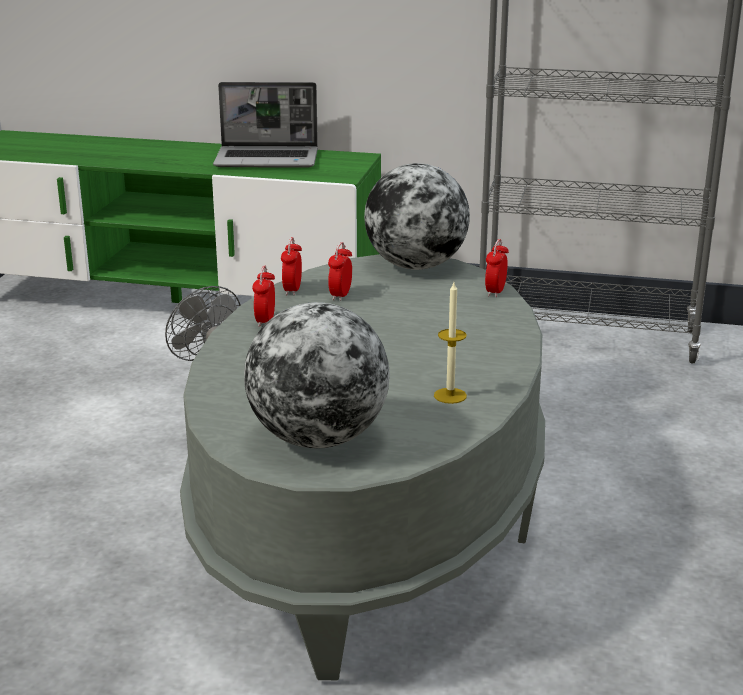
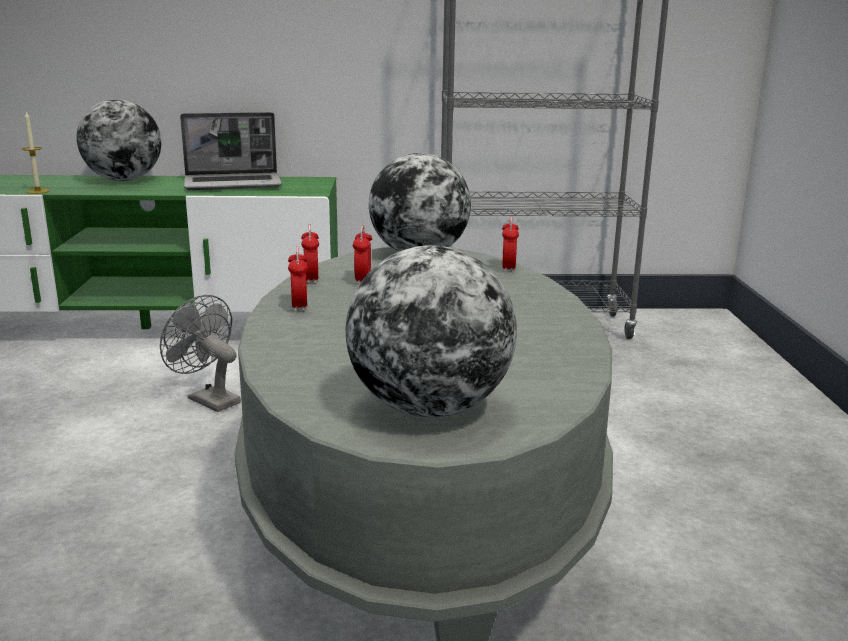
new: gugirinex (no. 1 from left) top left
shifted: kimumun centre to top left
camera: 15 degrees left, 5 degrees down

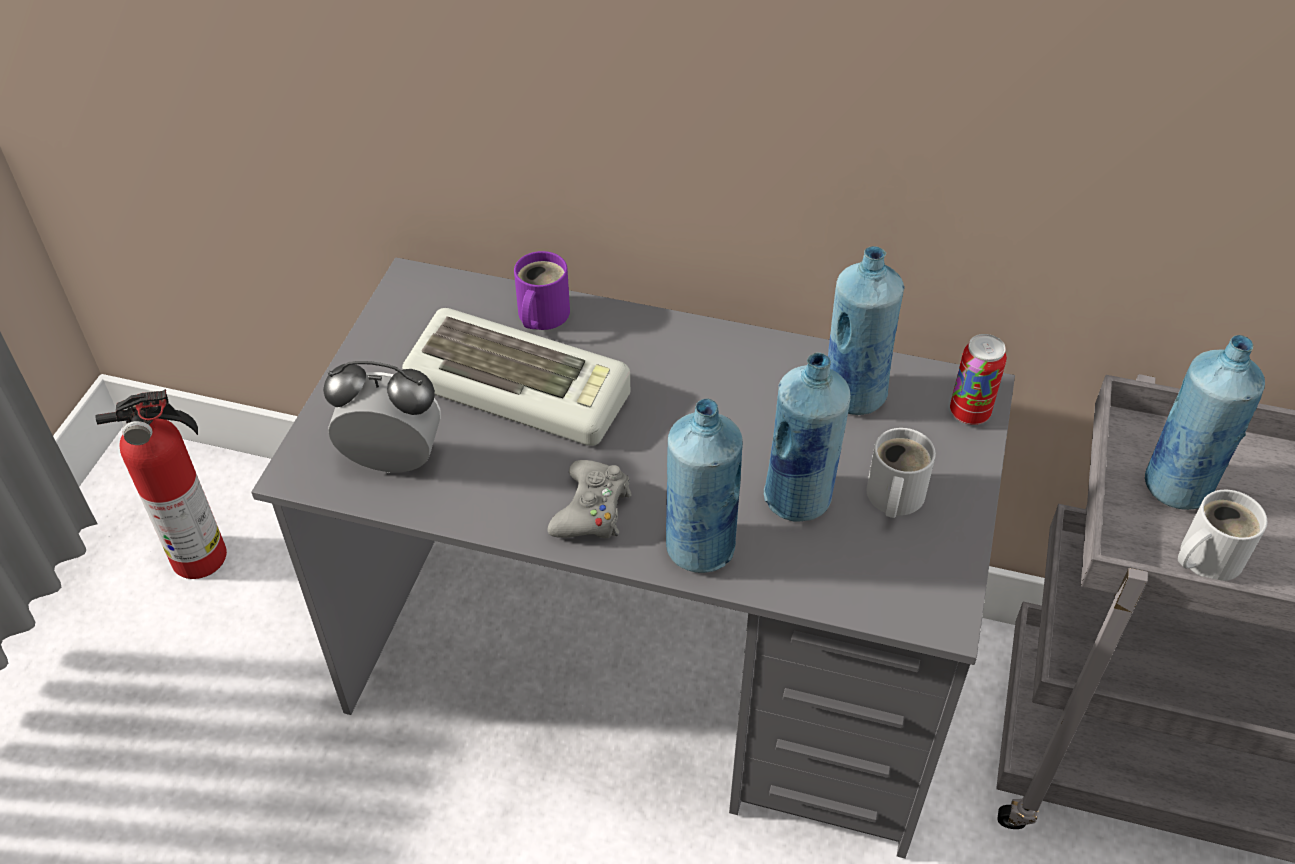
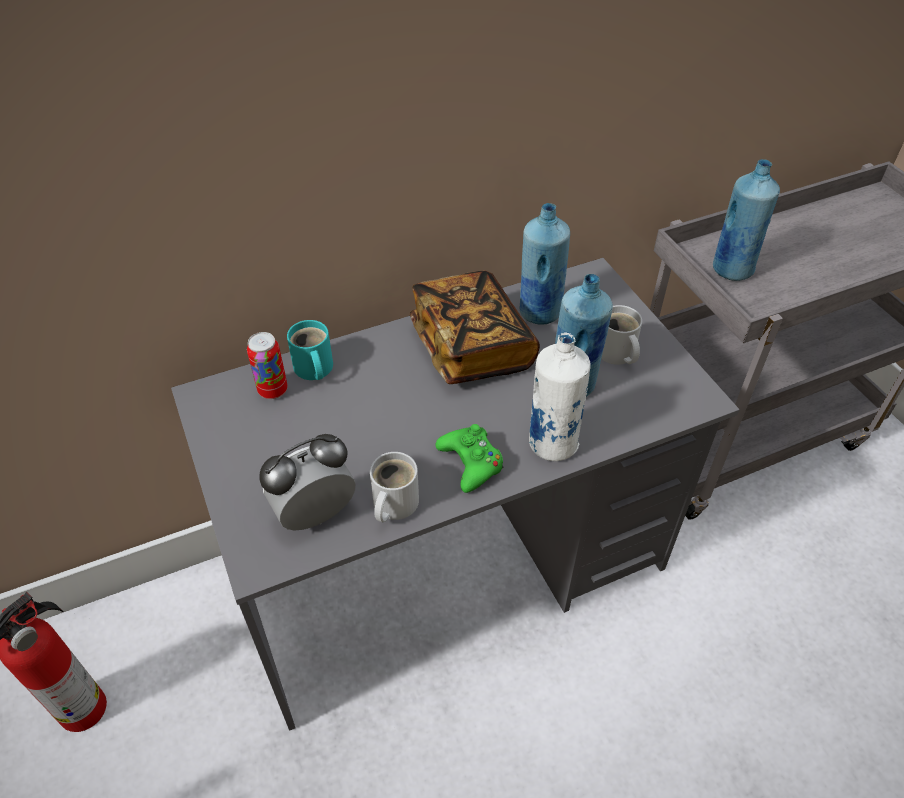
gone: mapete centre
new: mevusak centre
shifted: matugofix middle right to middle left; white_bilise (no. 2 from left in the first image) middle right to white_bilise (no. 1 from left) centre
repainted: purple_bilise centre to turquoise_bilise centre; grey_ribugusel centre to green_ribugusel centre; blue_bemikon (no. 1 from left) centre to white_bemikon centre
camera: 40 degrees left, 0 degrees up

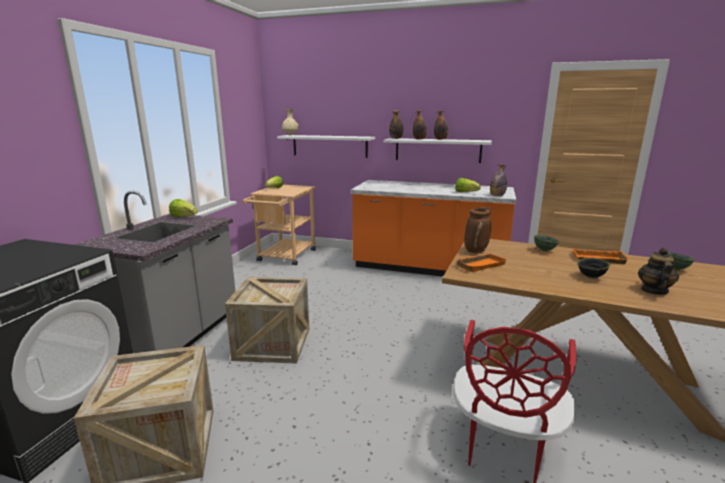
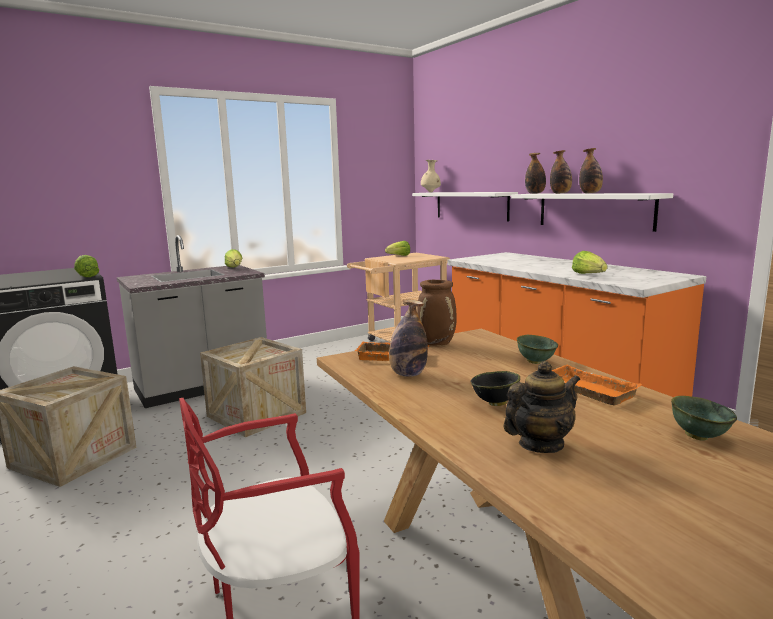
new: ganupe (no. 1 from left) middle left
shifted: bemikon (no. 4 from left in the first image) middle right to bemikon (no. 1 from left) centre
camera: 40 degrees right, 5 degrees down

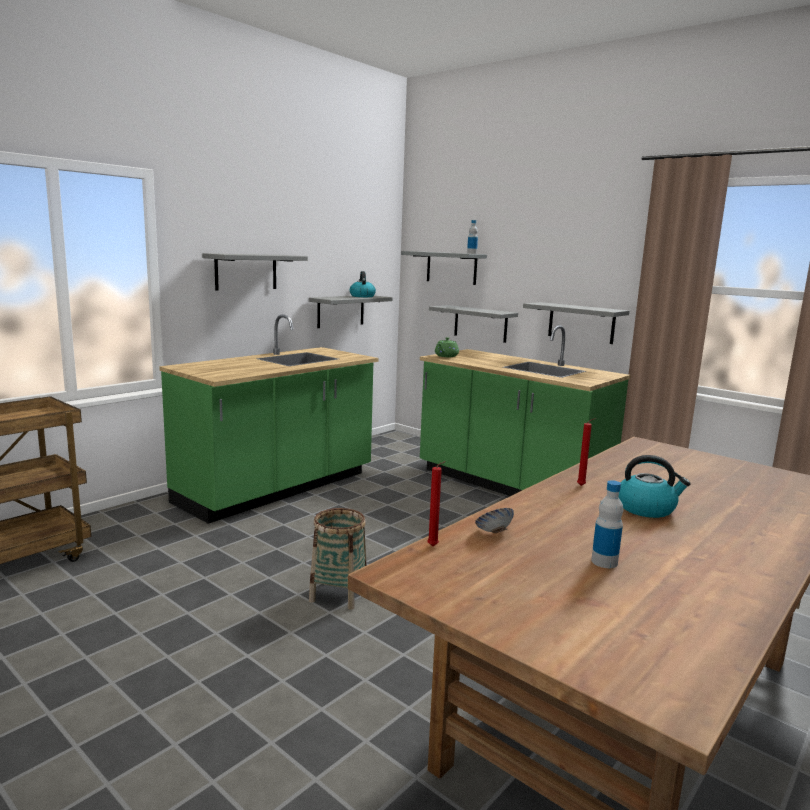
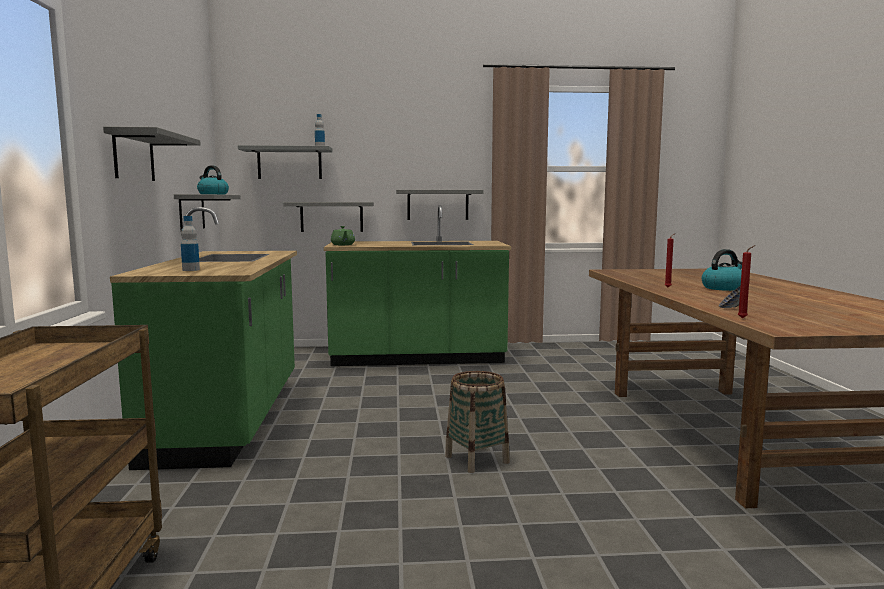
shifted: bemikon (no. 2 from left in the first image) middle right to bemikon (no. 1 from left) middle left
camera: 45 degrees left, 5 degrees down

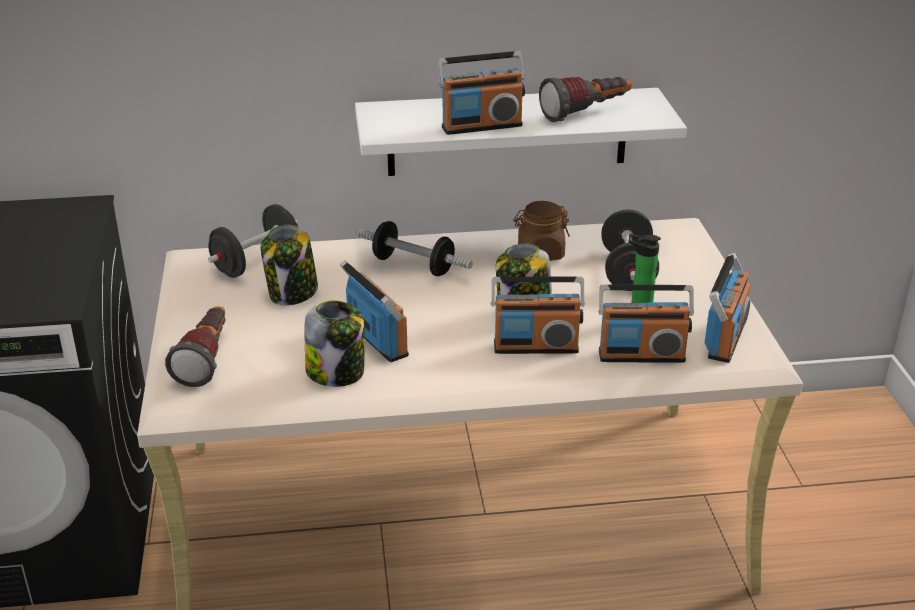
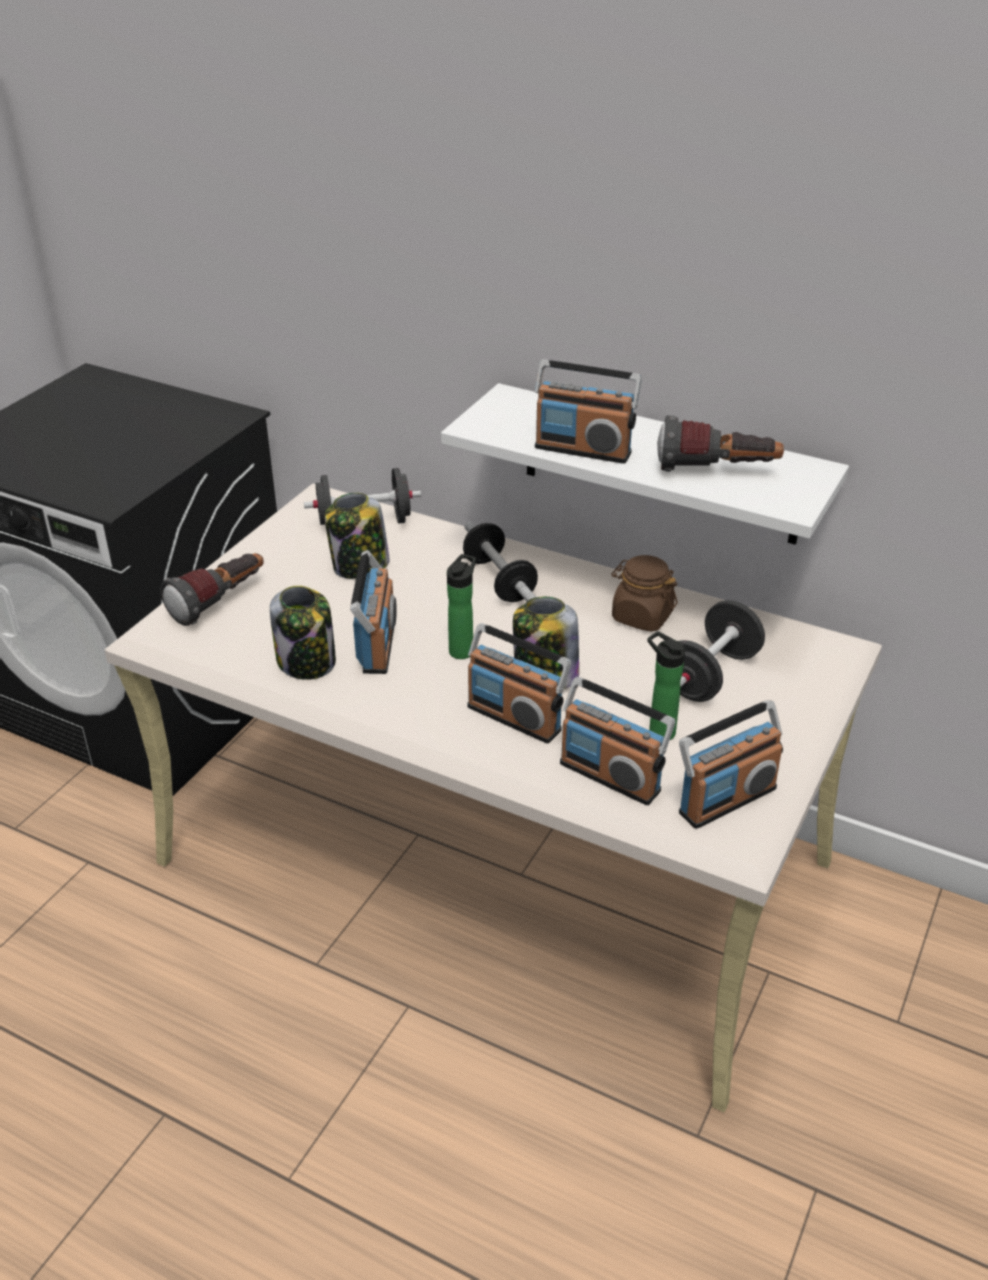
new: bemikon (no. 1 from left) centre
camera: 35 degrees right, 5 degrees up

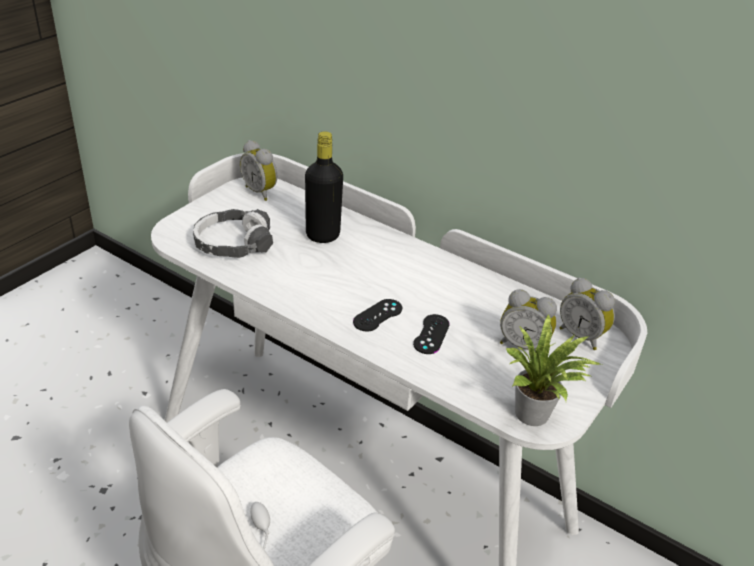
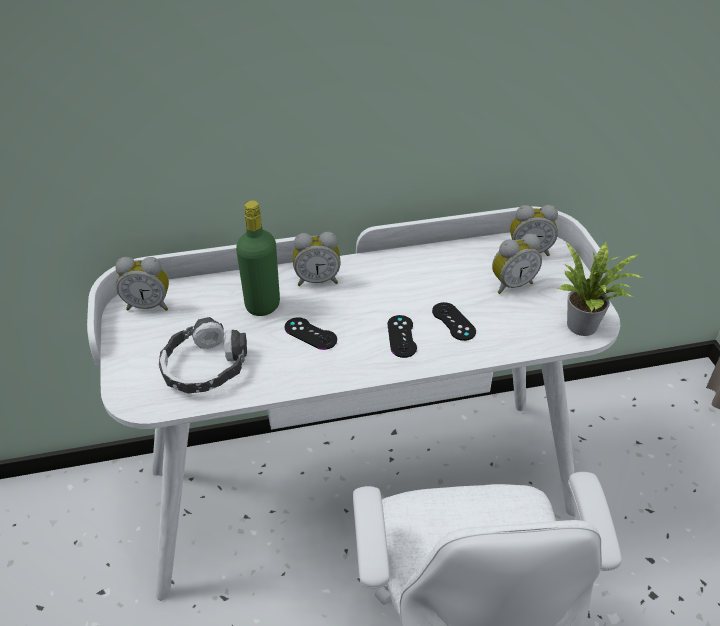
new: black_ribugusel (no. 1 from left) centre; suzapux (no. 2 from left) centre
repainted: black_bemikon top centre to green_bemikon centre
camera: 45 degrees left, 5 degrees up

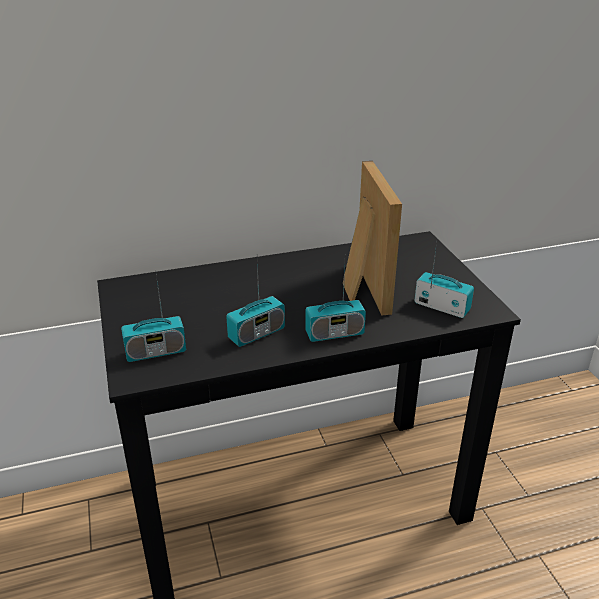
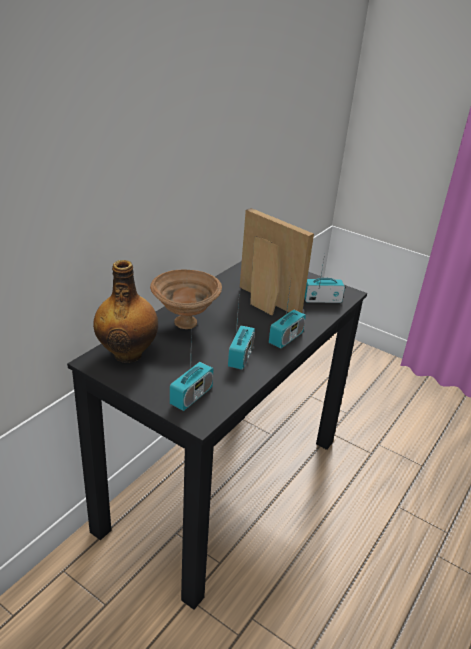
new: bemikon middle left; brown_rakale centre
camera: 40 degrees left, 0 degrees up

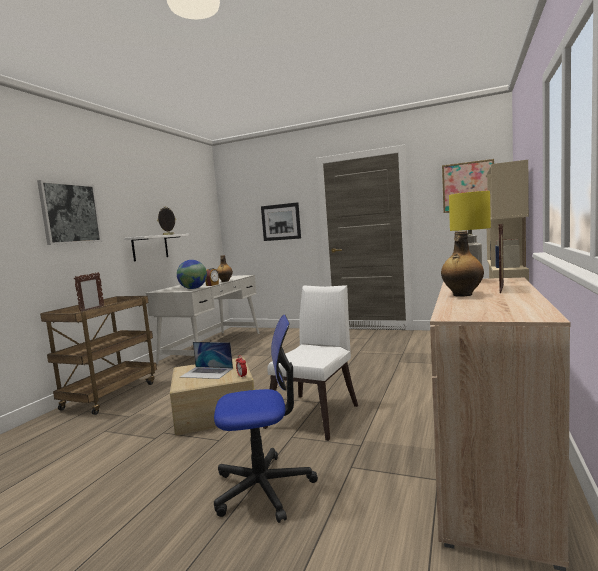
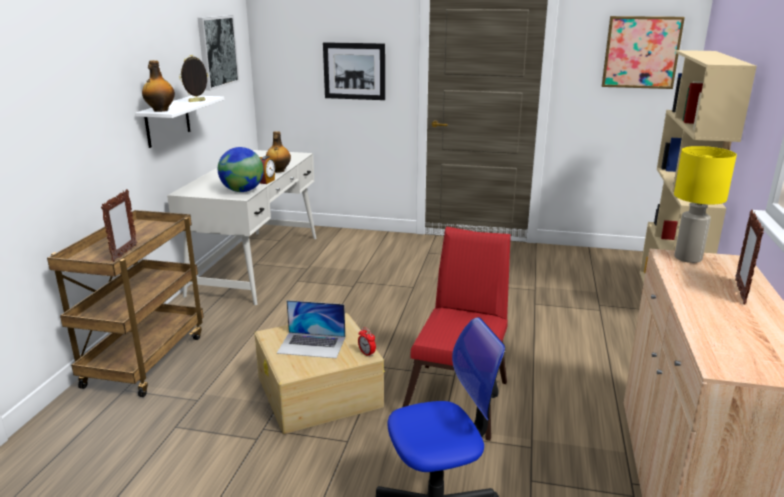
shifted: bemikon (no. 2 from left in the first image) middle right to bemikon (no. 1 from left) top left; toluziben (no. 1 from left) middle left to top left
repainted: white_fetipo centre to red_fetipo bottom centre
camera: 10 degrees left, 15 degrees up

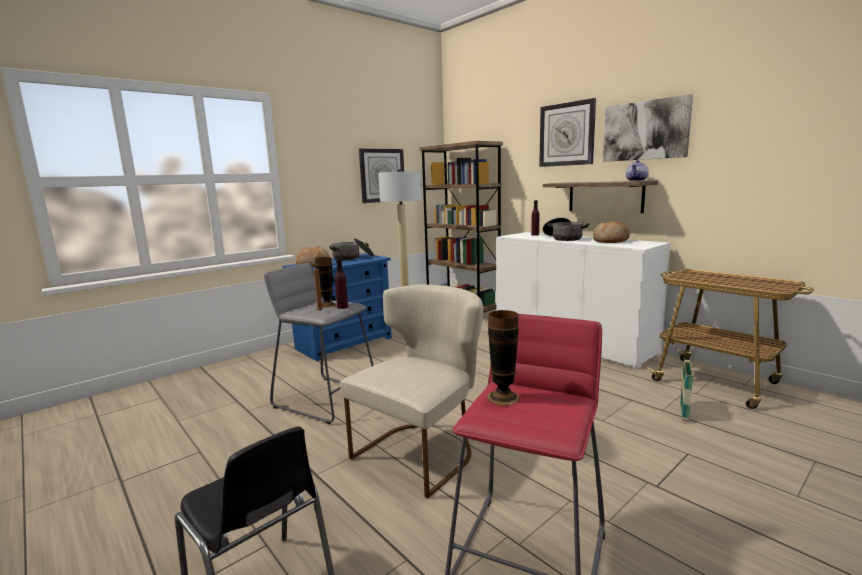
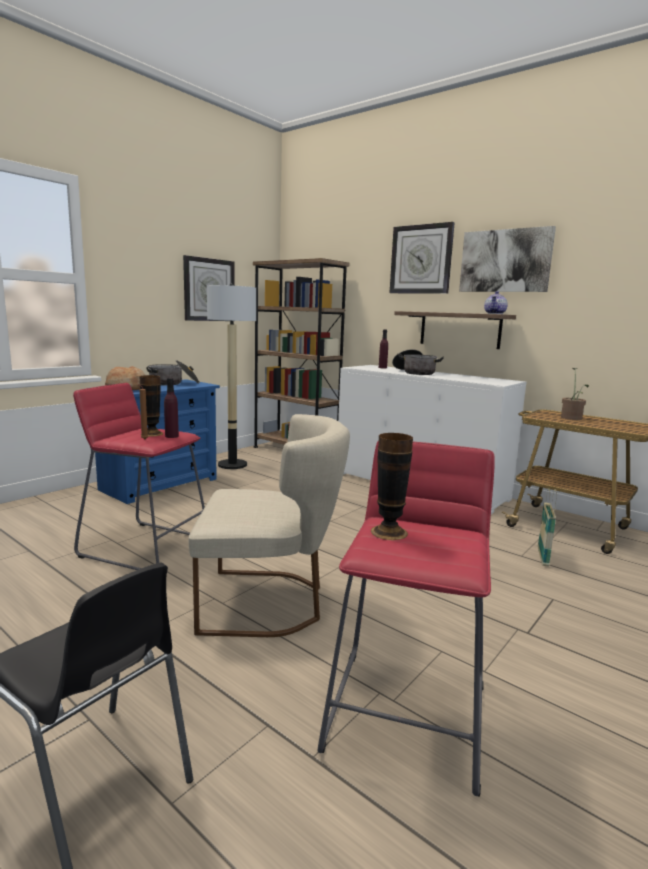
gone: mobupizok (no. 2 from left) middle right
new: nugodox middle right
repainted: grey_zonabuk centre to red_zonabuk (no. 1 from left) middle left
rotated: beige_fetipo bottom centre = centre 60 degrees clockwise
camera: 10 degrees left, 0 degrees up

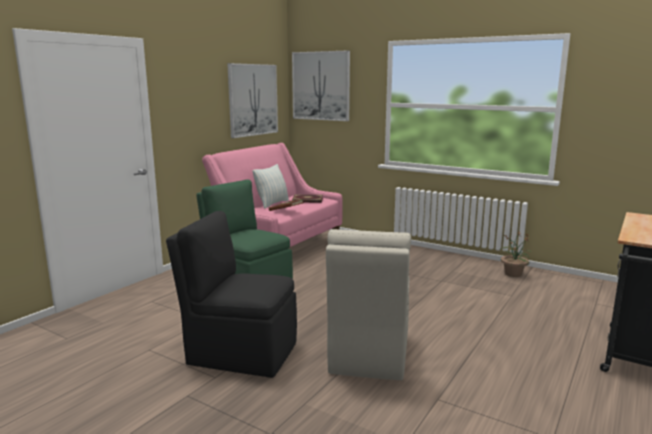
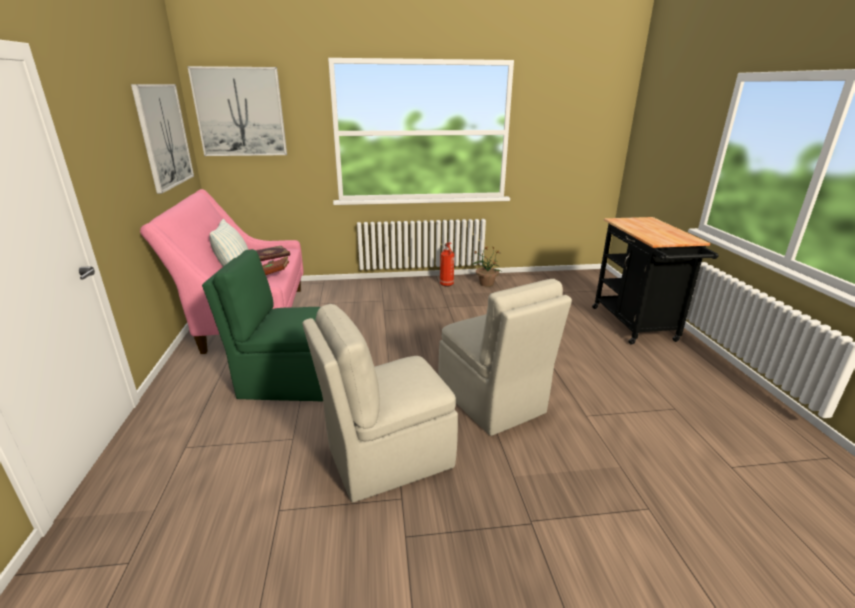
new: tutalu centre
repainted: black_fetipo bottom centre to beige_fetipo (no. 1 from left) centre
camera: 40 degrees left, 10 degrees up

